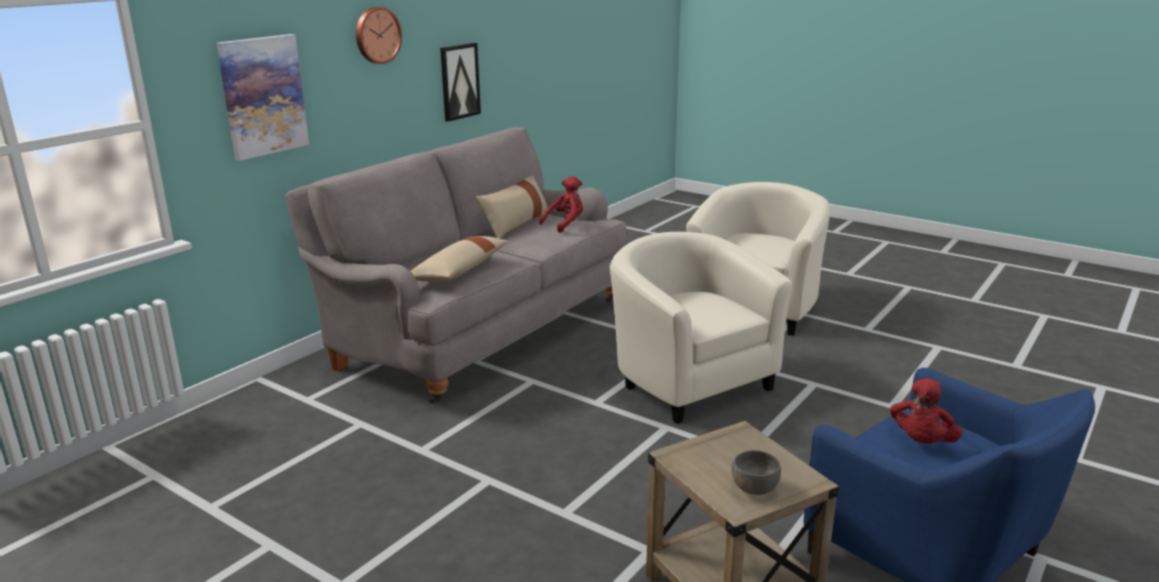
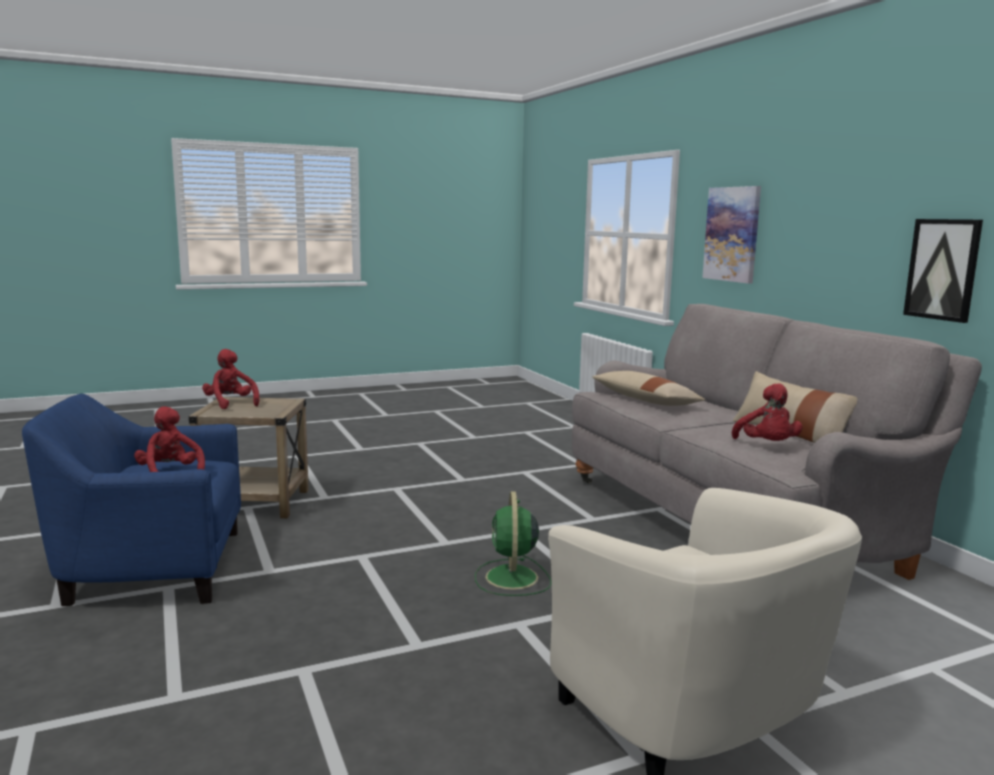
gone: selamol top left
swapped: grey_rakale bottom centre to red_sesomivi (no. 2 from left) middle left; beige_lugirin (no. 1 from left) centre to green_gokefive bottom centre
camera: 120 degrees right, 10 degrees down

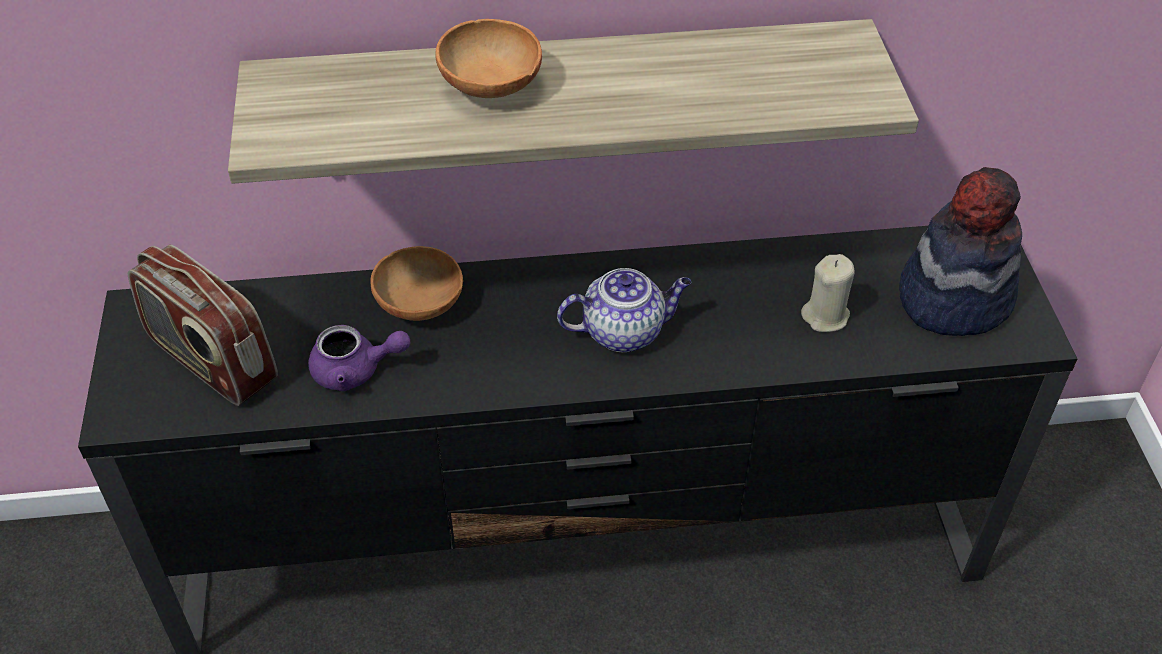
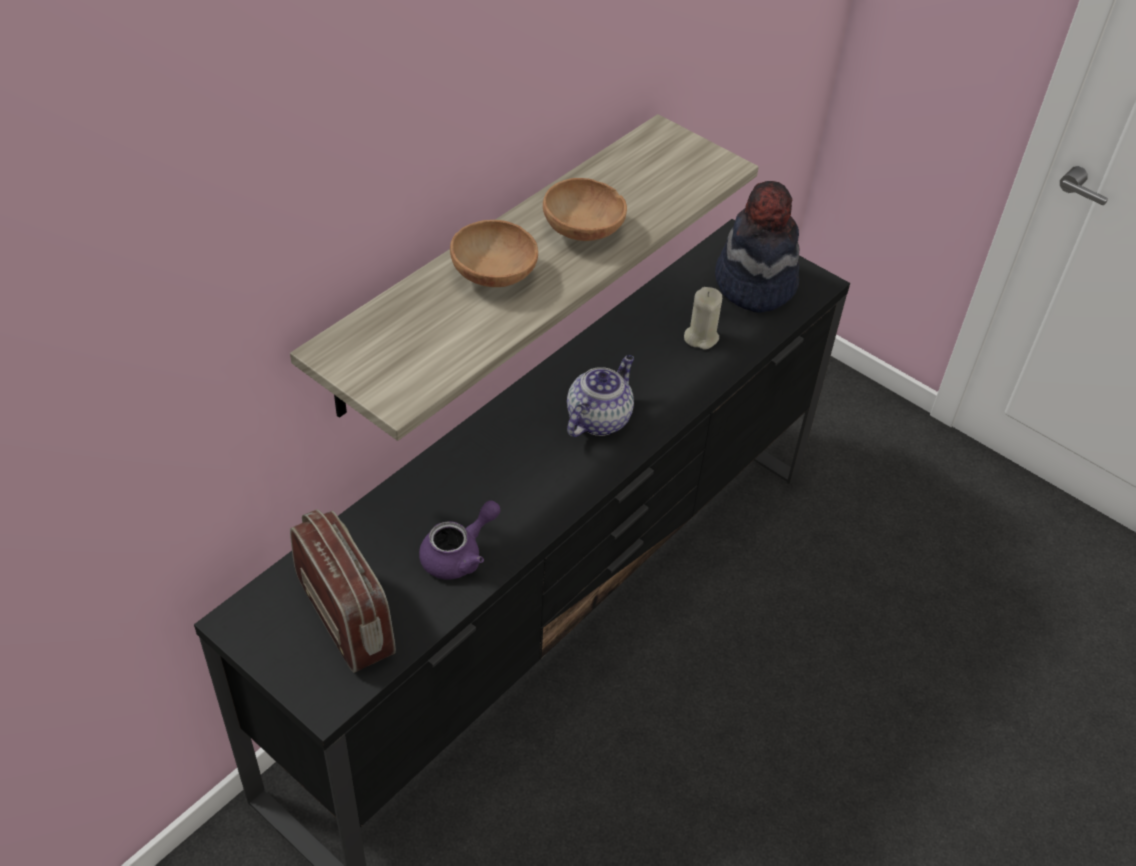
shifted: brown_rakale (no. 1 from left in the first image) centre to brown_rakale (no. 2 from left) top centre
rotated: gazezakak middle left = bottom left 120 degrees counterclockwise
camera: 45 degrees left, 0 degrees up

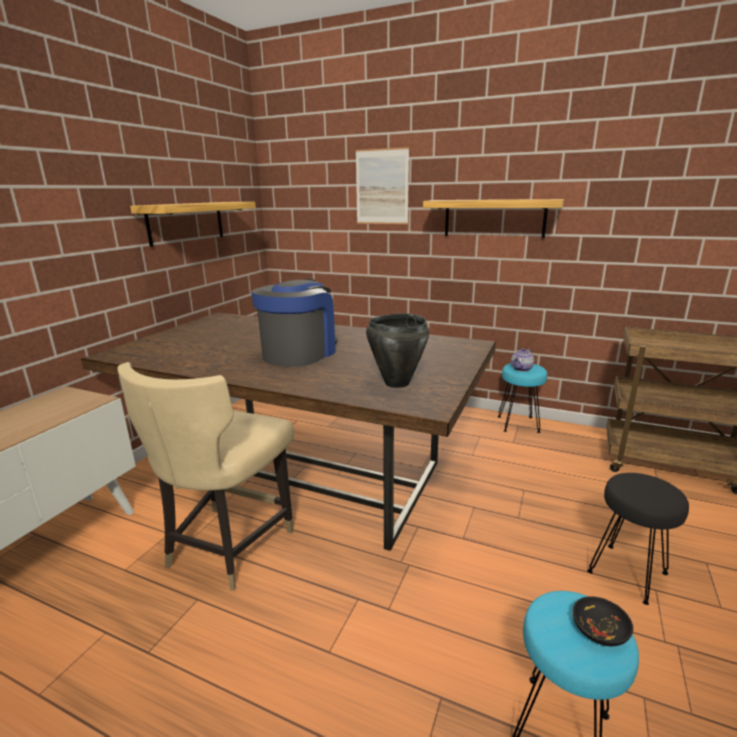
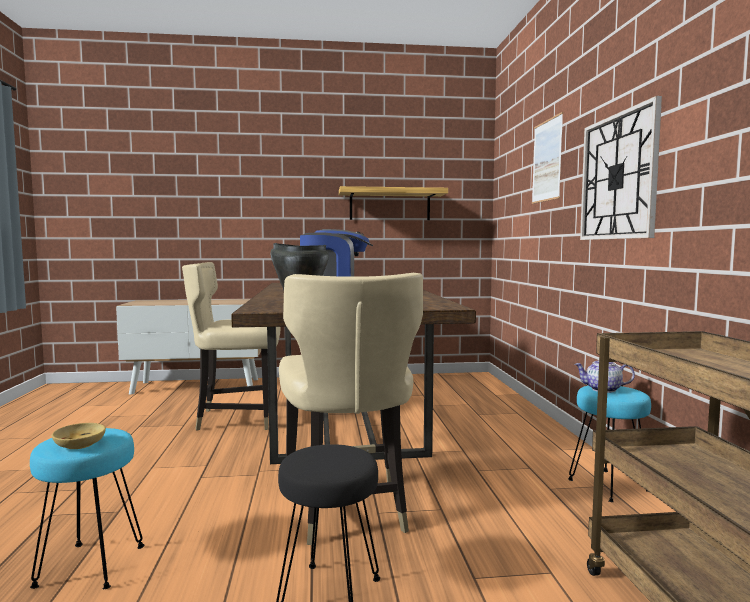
new: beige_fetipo (no. 2 from left) bottom centre
swapped: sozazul (no. 2 from left) top right to selamol top right
repainted: black_rakale bottom right to beige_rakale bottom left
camera: 60 degrees right, 15 degrees down

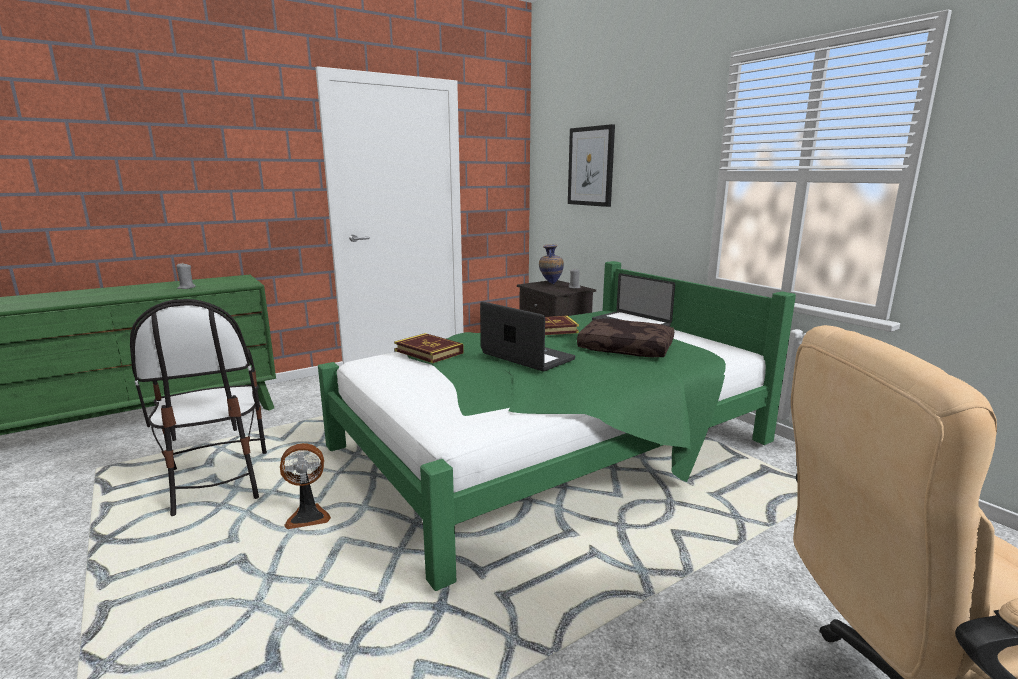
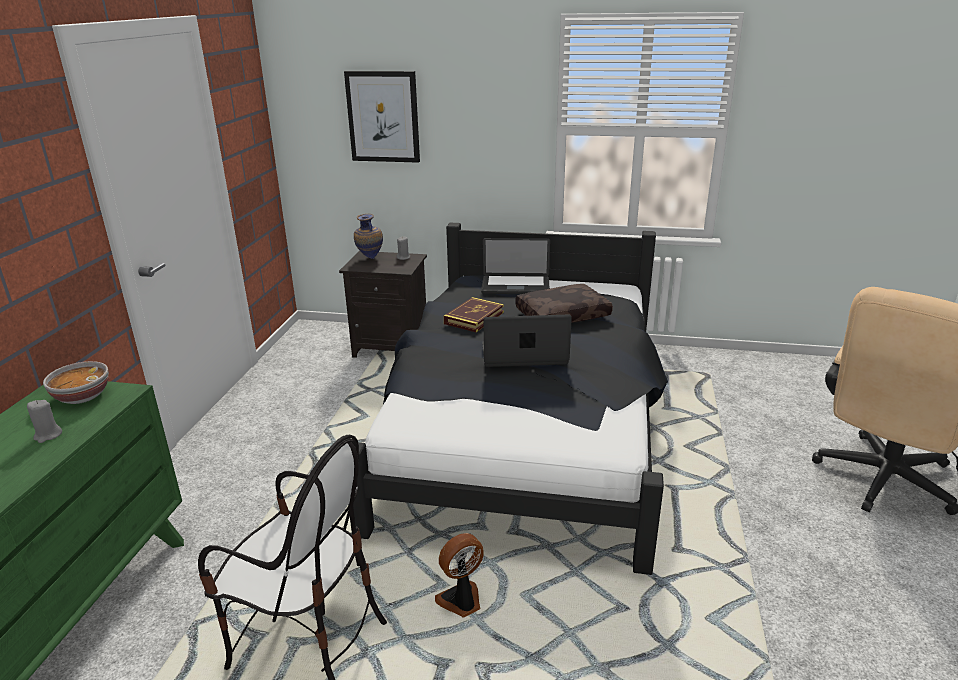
gone: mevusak (no. 1 from left) centre
new: rakale middle left
repainted: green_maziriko centre to black_maziriko centre
rotated: gokefive bottom left = bottom centre 150 degrees counterclockwise
camera: 45 degrees left, 10 degrees up

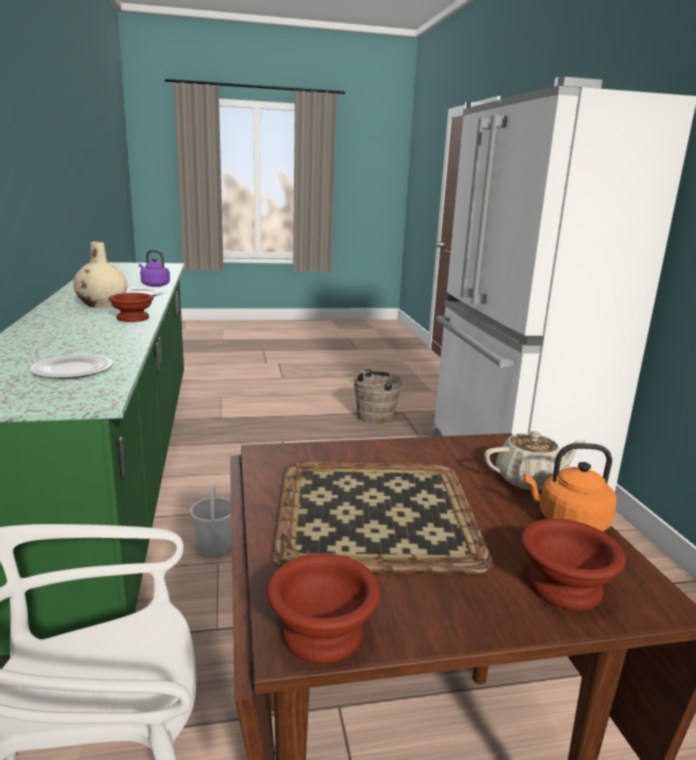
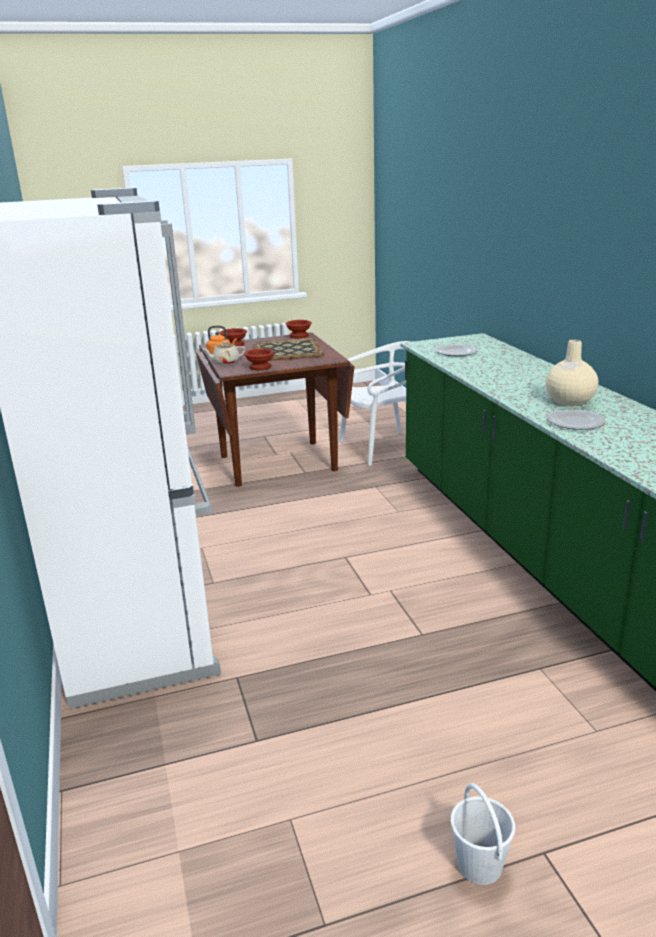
gone: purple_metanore middle left; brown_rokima centre
shifted: brown_rakale (no. 1 from left in the first image) middle left to brown_rakale (no. 2 from left) centre; white_rokima bottom left to bottom right
camera: 175 degrees right, 5 degrees up

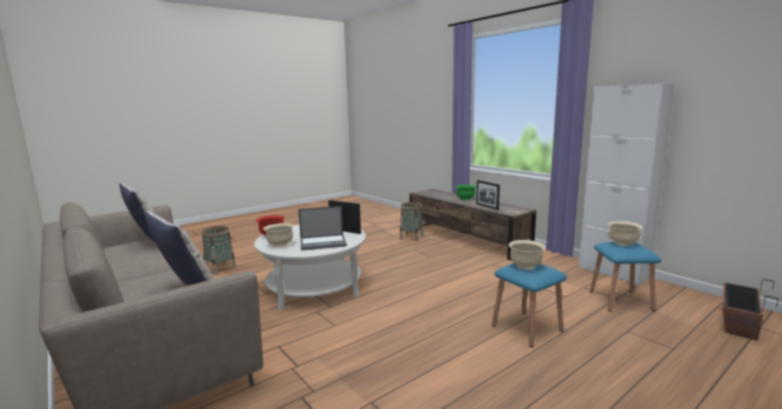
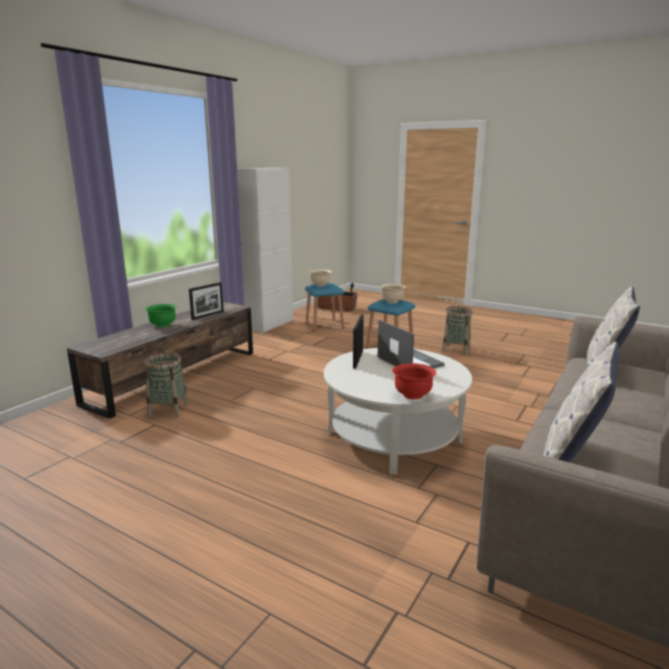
gone: beige_rakale (no. 1 from left) centre
shifted: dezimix (no. 1 from left in the first image) middle left to dezimix (no. 2 from left) middle right
camera: 110 degrees left, 5 degrees up

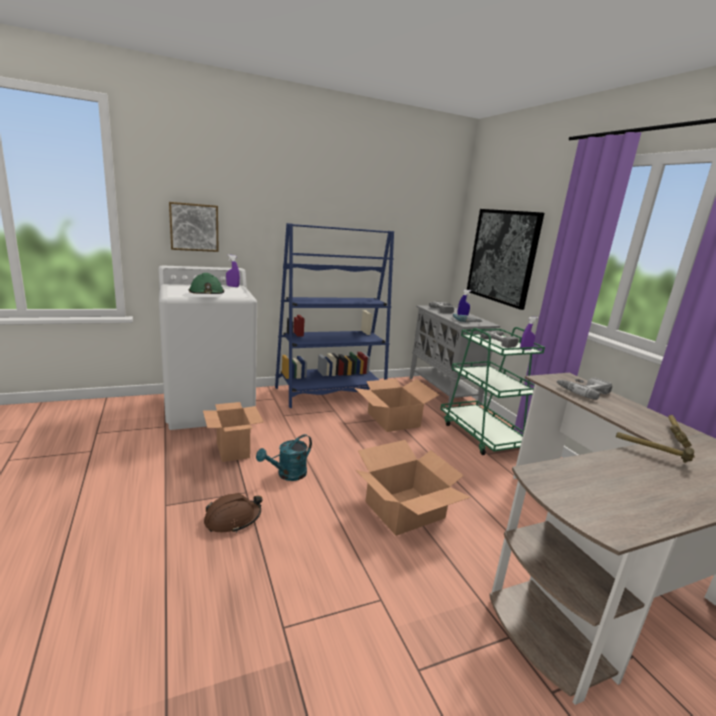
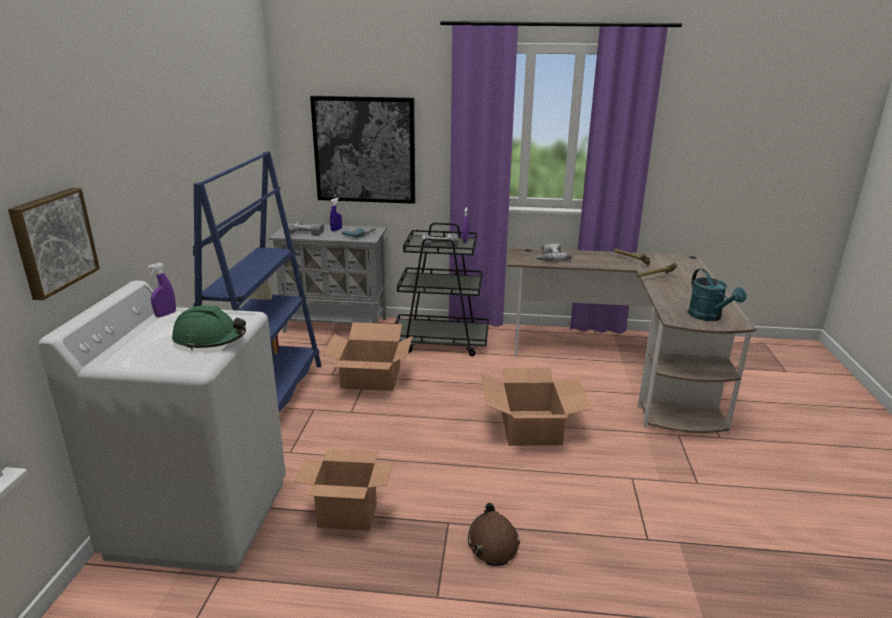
shifted: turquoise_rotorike centre to middle right
repainted: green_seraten middle right to black_seraten centre
camera: 60 degrees left, 5 degrees up

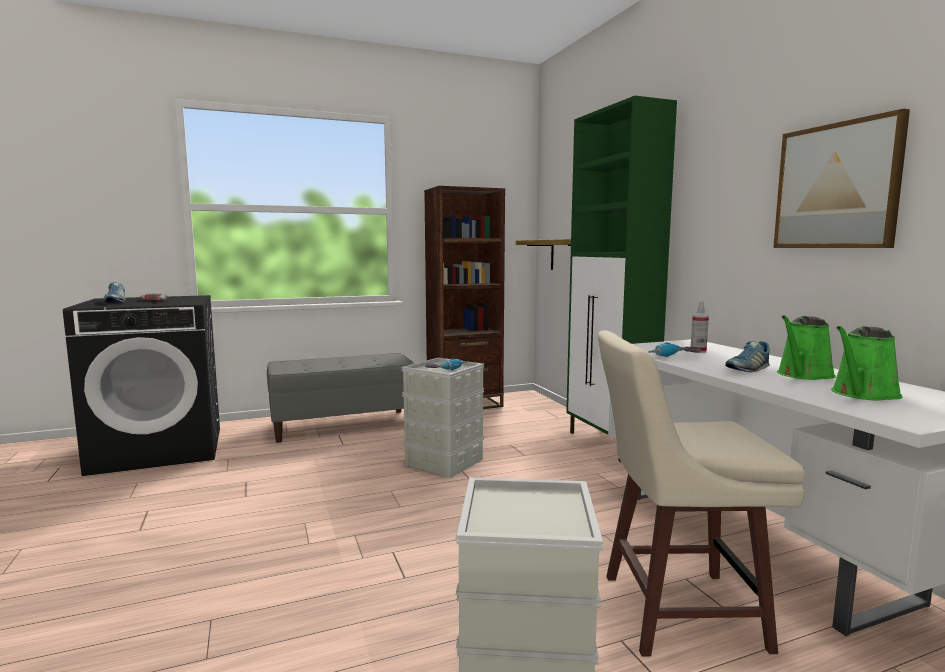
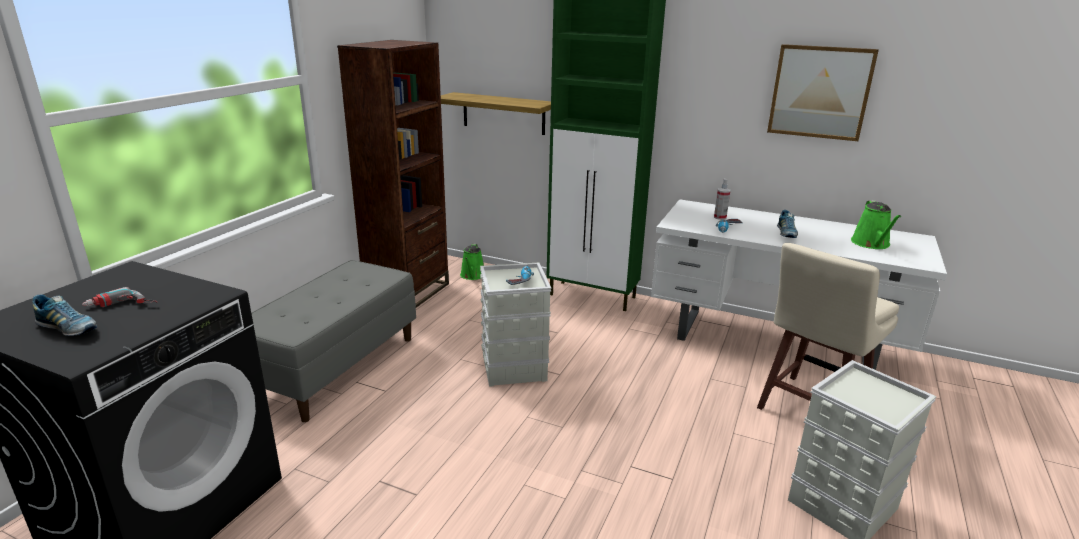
shifted: green_rotorike (no. 1 from left) middle right to centre
camera: 45 degrees left, 15 degrees up

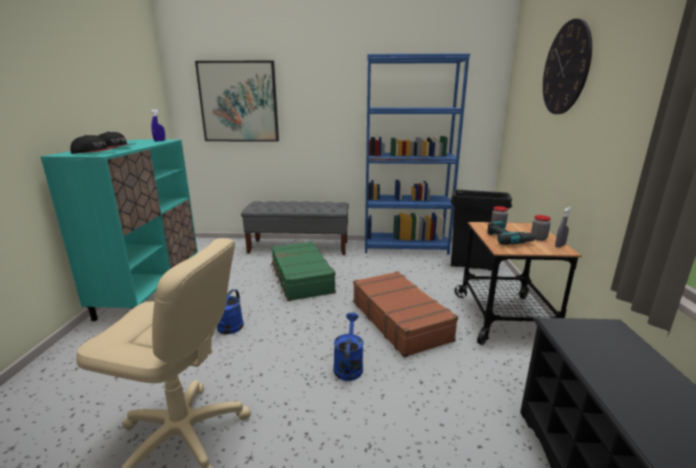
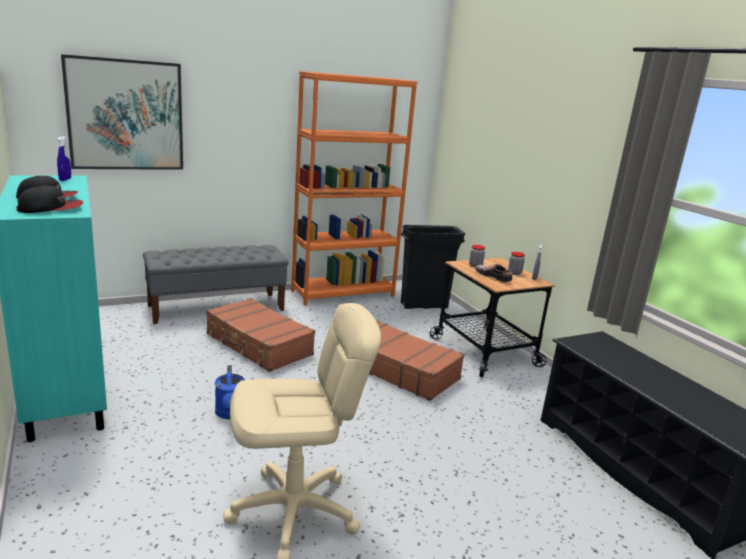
gone: blue_rotorike (no. 2 from left) bottom centre; selamol top right
swapped: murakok middle right to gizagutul centre
repainted: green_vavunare centre to brown_vavunare (no. 1 from left) centre; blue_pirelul top centre to orange_pirelul centre
camera: 30 degrees left, 0 degrees up

